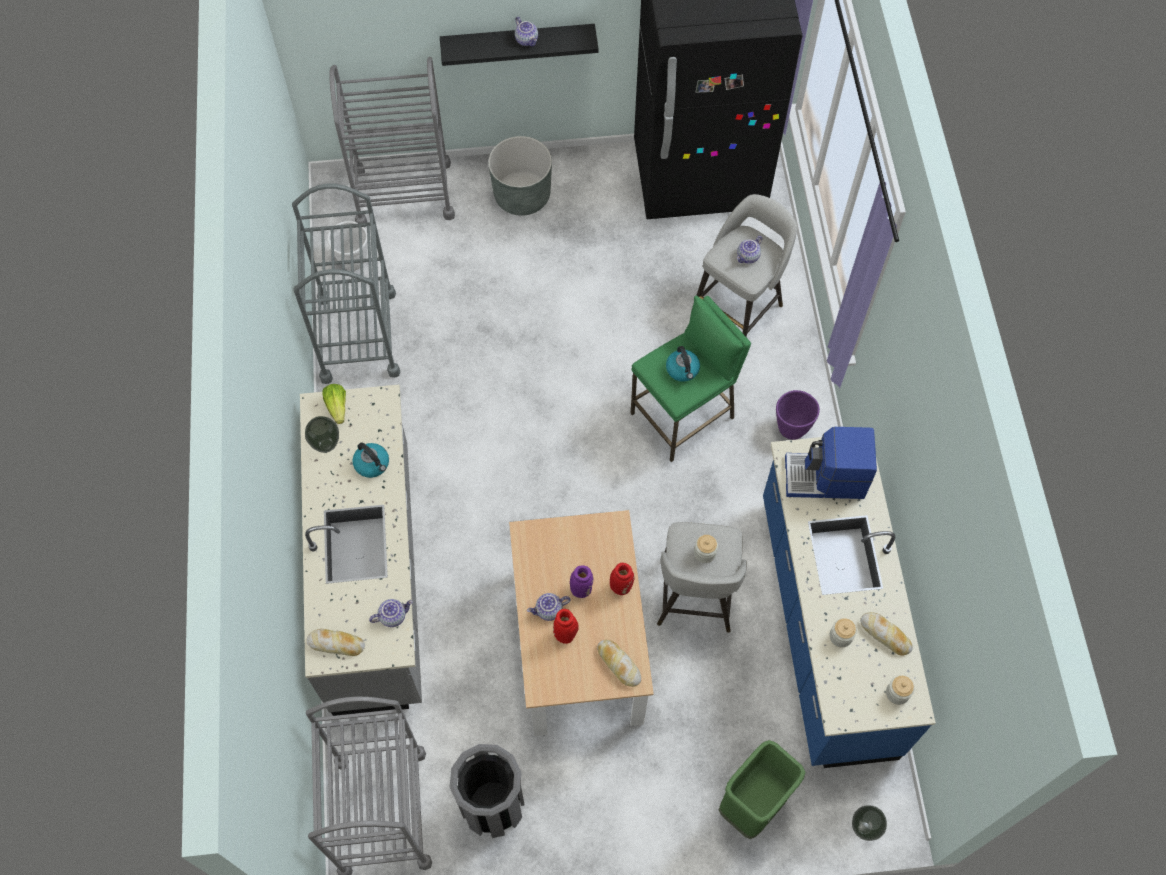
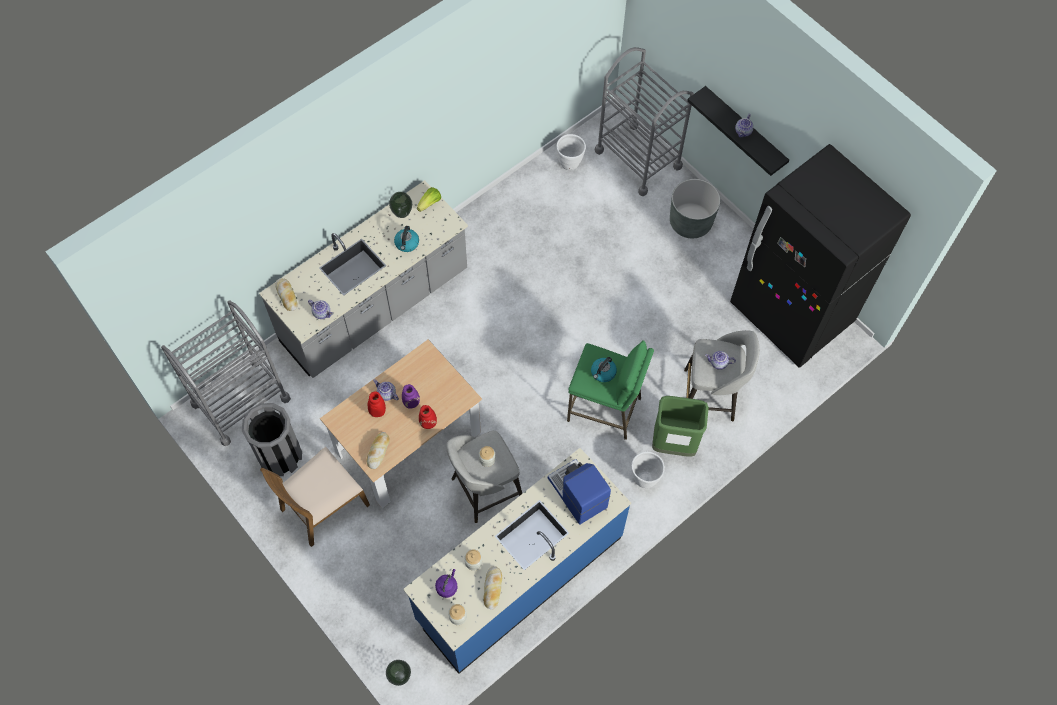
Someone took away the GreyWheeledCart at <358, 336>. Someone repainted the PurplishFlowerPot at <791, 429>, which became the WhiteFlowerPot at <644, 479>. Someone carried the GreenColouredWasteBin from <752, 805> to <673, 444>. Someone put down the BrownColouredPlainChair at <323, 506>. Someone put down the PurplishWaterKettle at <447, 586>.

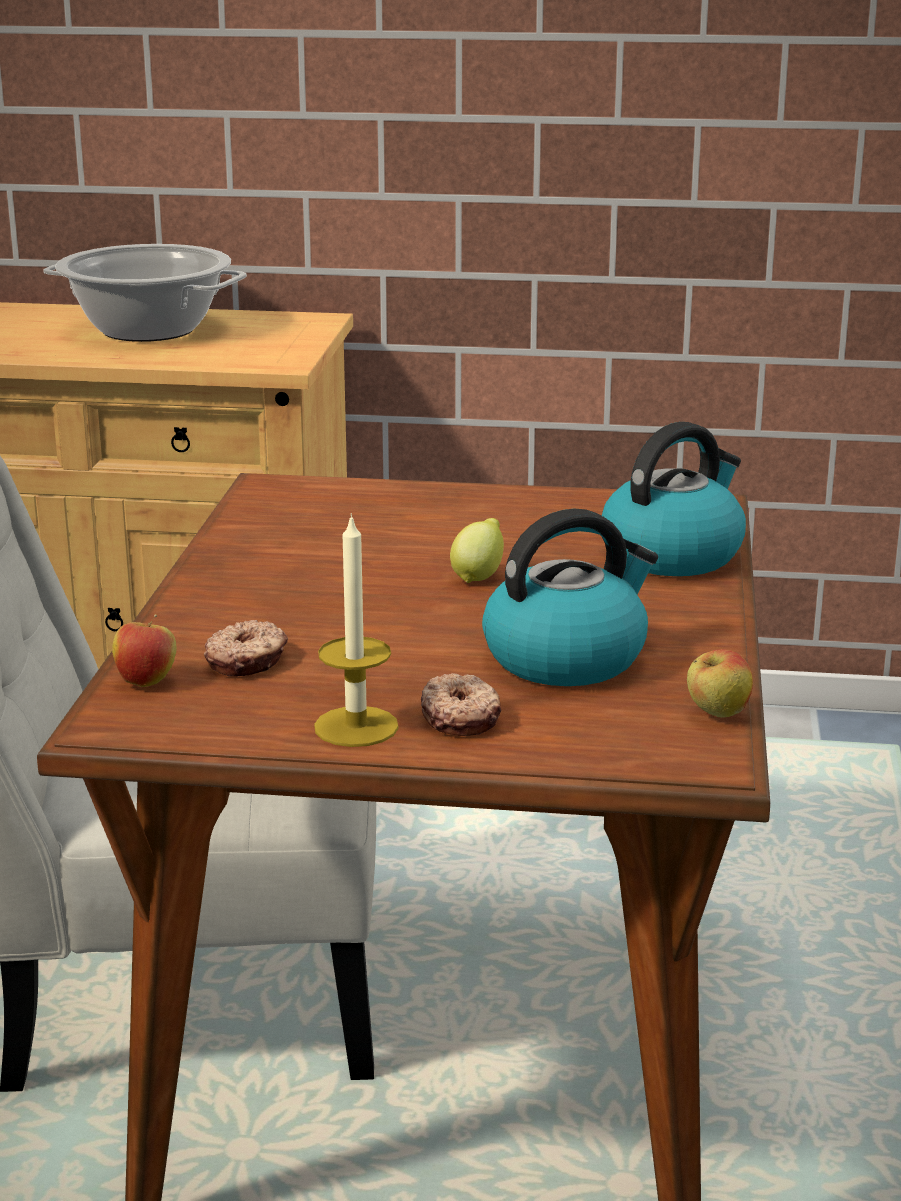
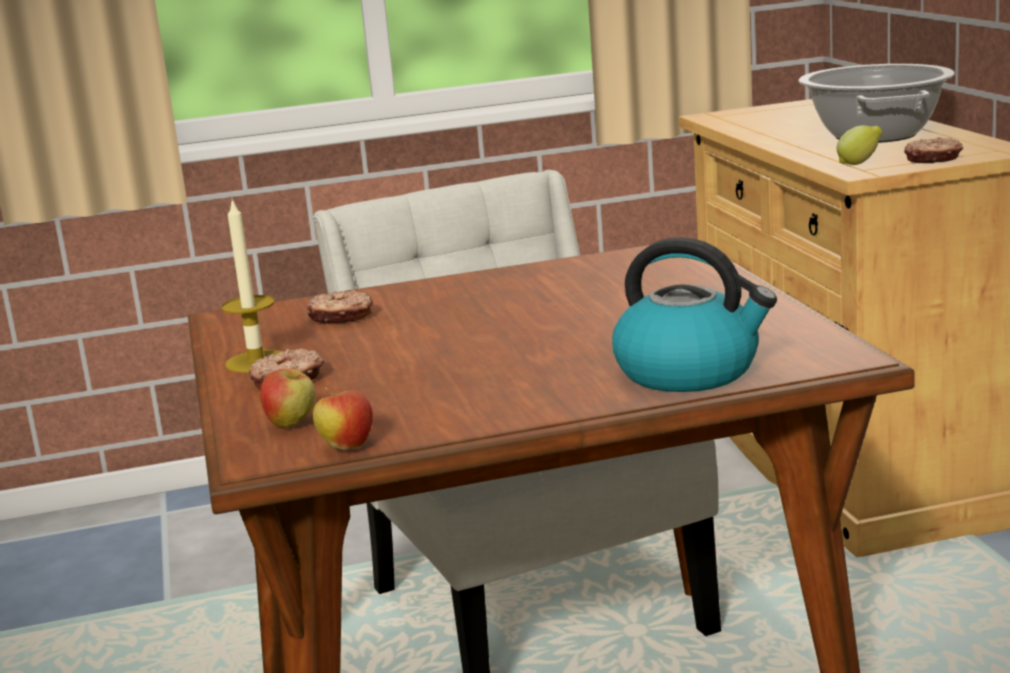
Someone took away the WaterKettle at <566, 657>. Someone carried the CitrusFruit from <478, 576> to <859, 164>. Someone carried the Apple from <146, 681> to <292, 424>. Someone put down the RingDoughnut at <933, 159>.

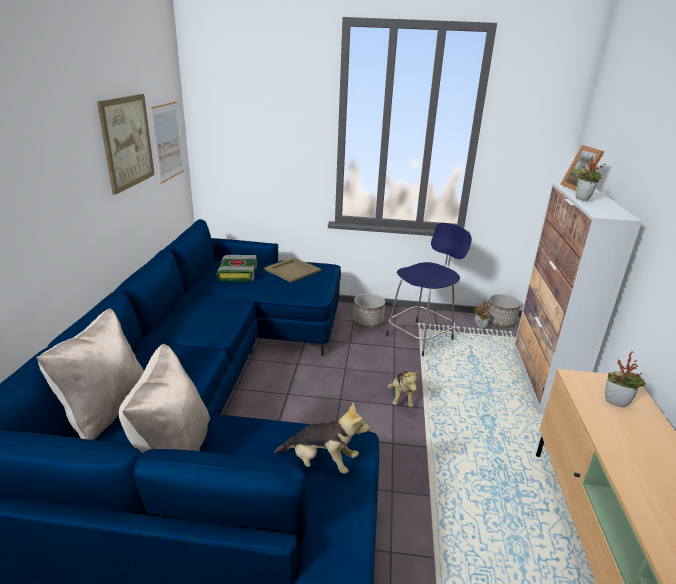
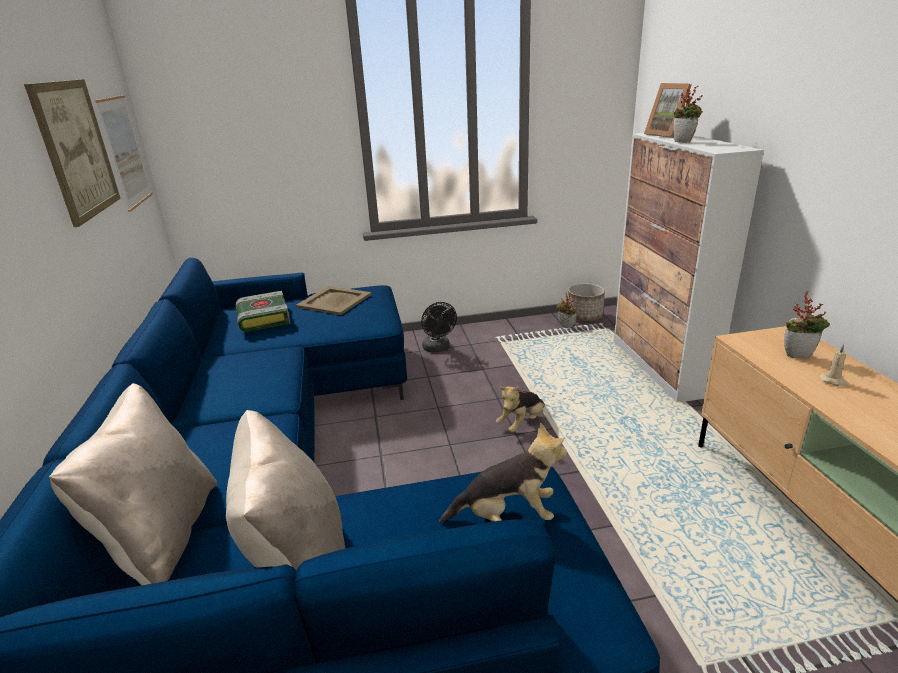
Someone took away the BlueColouredStoolSeat at <421, 337>. Someone swapped the FlowerPot at <368, 322> for the BlackishCoolingFan at <438, 349>. Someone rotated the PlushToy at <402, 397> by 60 degrees clockwise. Someone put down the BeigeCandle at <834, 381>.

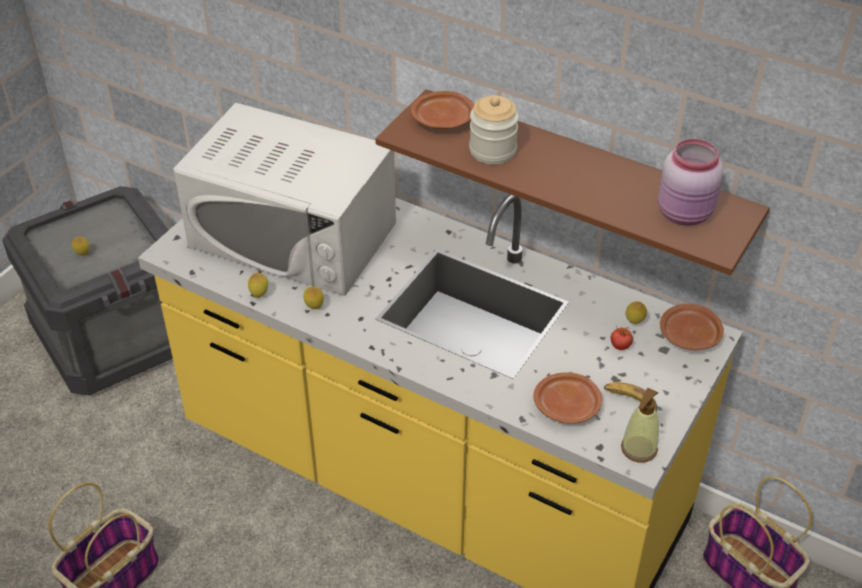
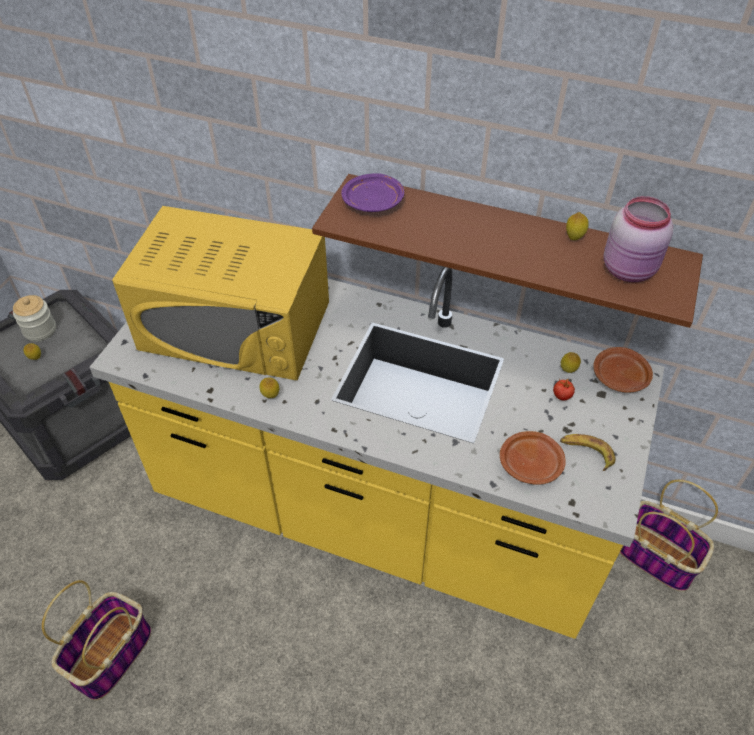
Someone repainted the BrownColouredDinnerPlate at <443, 120>, which became the PurplishDinnerPlate at <373, 202>. Someone carried the PreserveJar from <492, 150> to <40, 330>. Someone repainted the WhiteMicrowave at <293, 235>, which became the YellowMicrowave at <236, 325>. Someone carried the CitrusFruit from <259, 295> to <574, 237>. Someone took away the LiquidSoapBottle at <638, 449>.

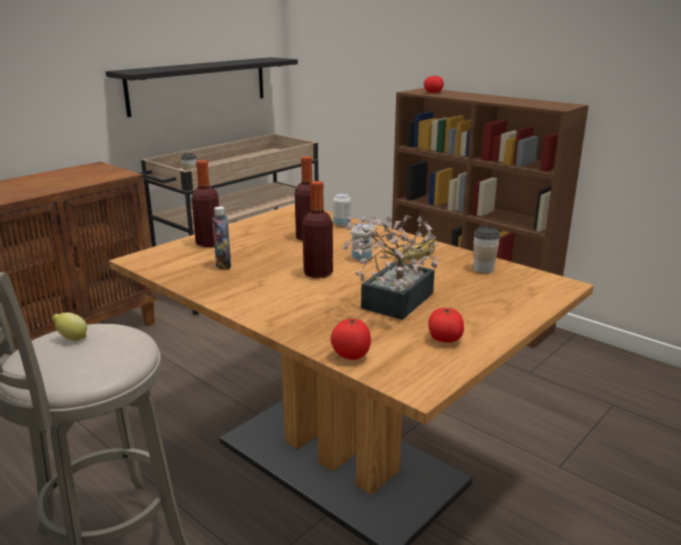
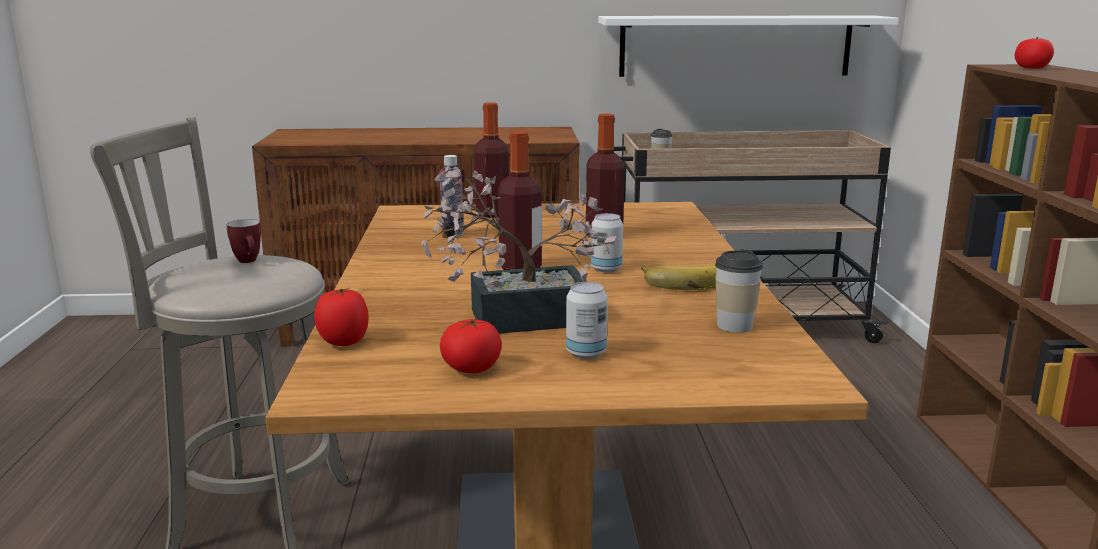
Someone repainted the BlackishWallShelf at <199, 85>, which became the WhiteWallShelf at <735, 46>. Someone carried the Can from <342, 224> to <586, 353>. Someone swapped the CitrusFruit at <72, 339> for the CoffeeMug at <249, 262>.

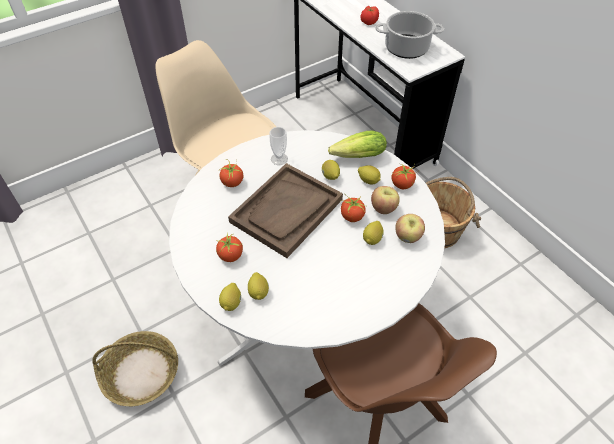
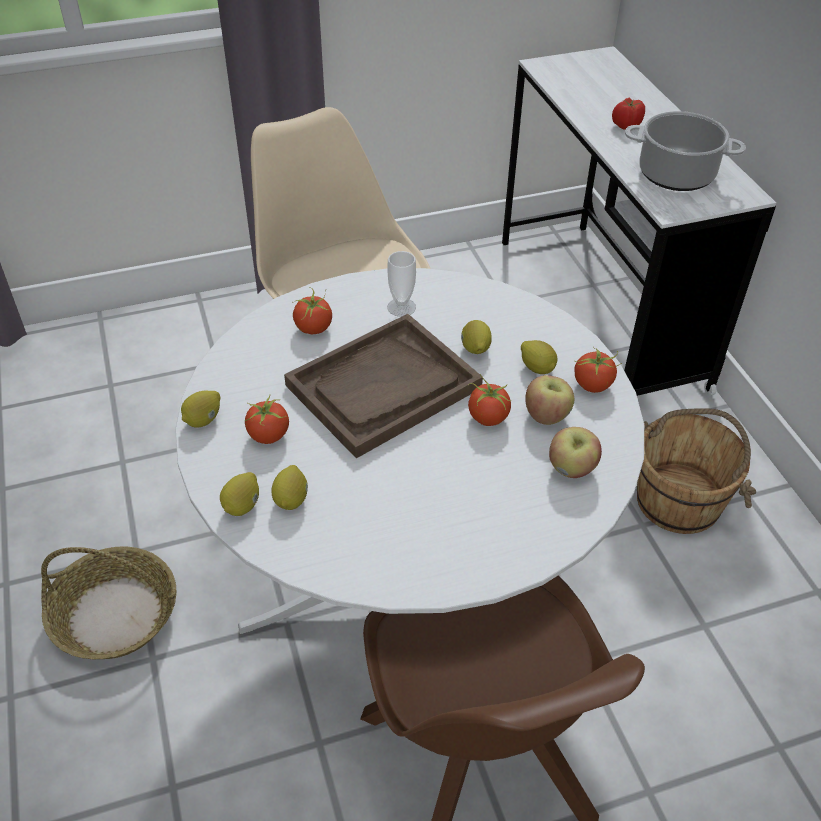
Someone took away the Lettuce at <355, 157>. Someone carried the CitrusFruit from <372, 239> to <203, 420>.

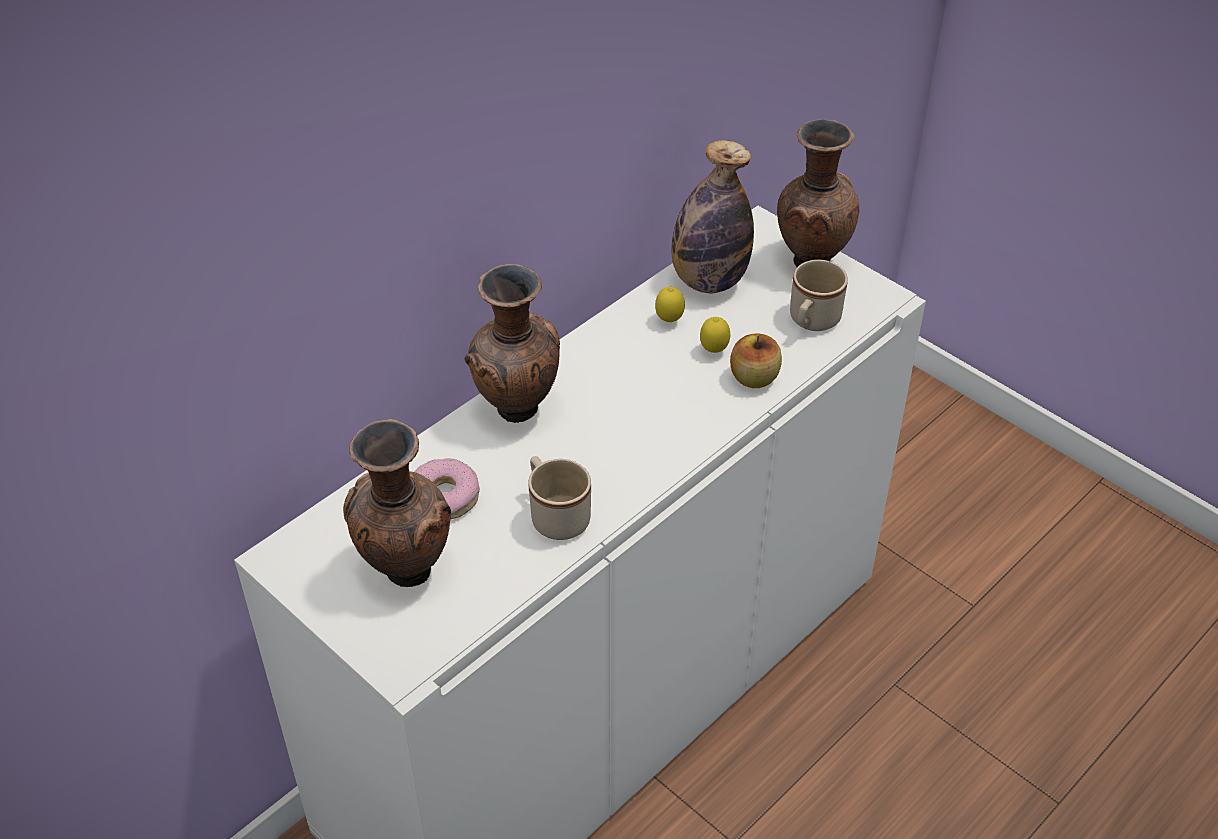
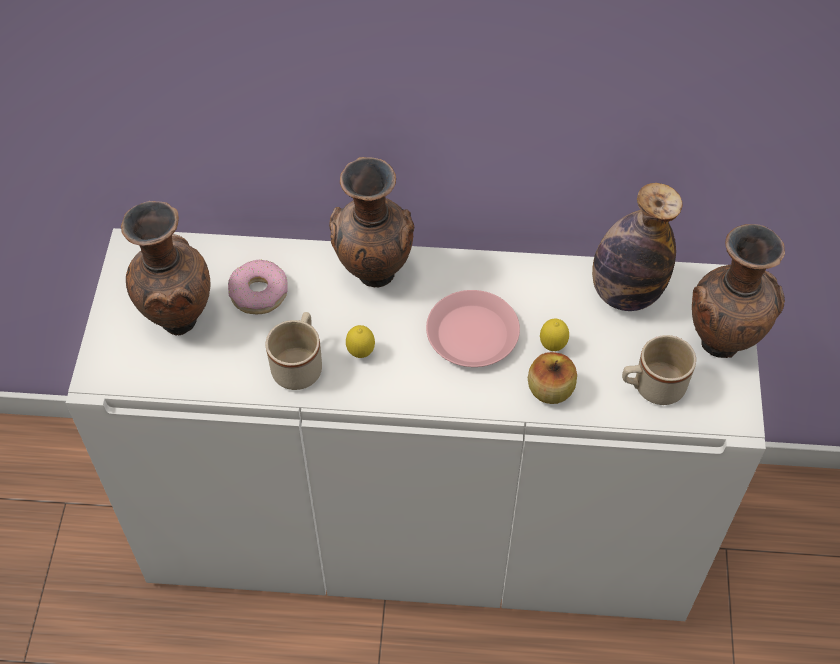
Someone carried the CitrusFruit from <669, 321> to <361, 353>. Someone put down the PinkDinnerPlate at <473, 334>.

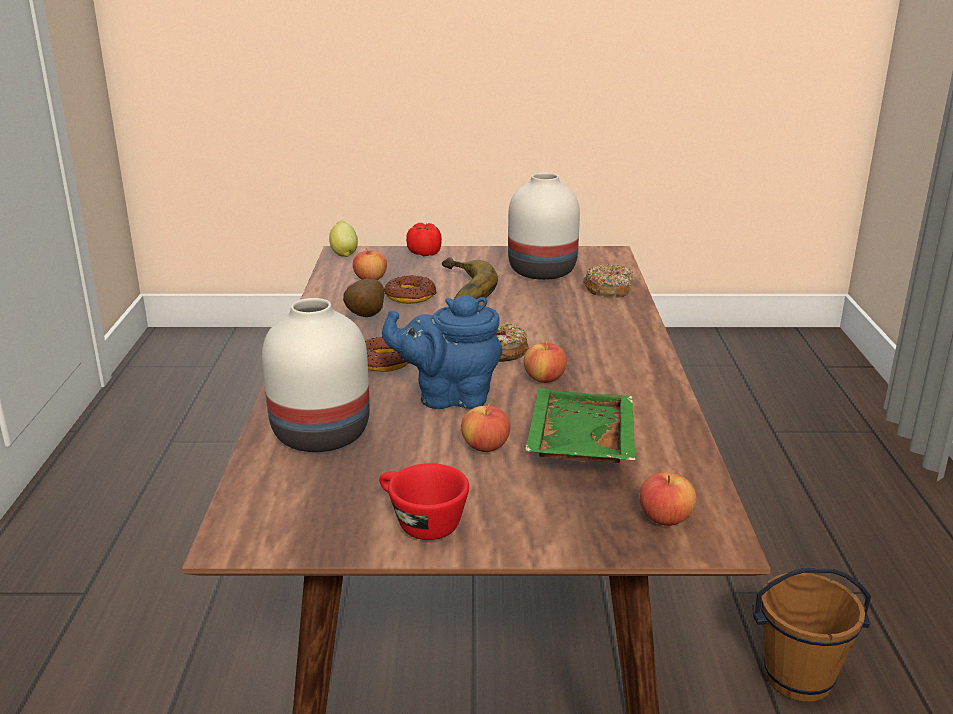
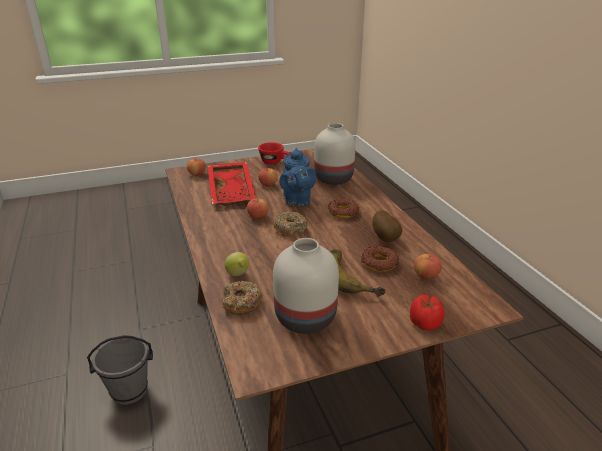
Someone carried the CitrusFruit from <344, 254> to <238, 275>. Someone rotated the BlueColouredTeaPot at <449, 397> by 105 degrees clockwise. Someone repainted the GreenColouredTray at <577, 444>, which became the RedTray at <232, 191>. Someone repainted the BrownColouredBucket at <798, 678>, which became the GreyBucket at <129, 392>.

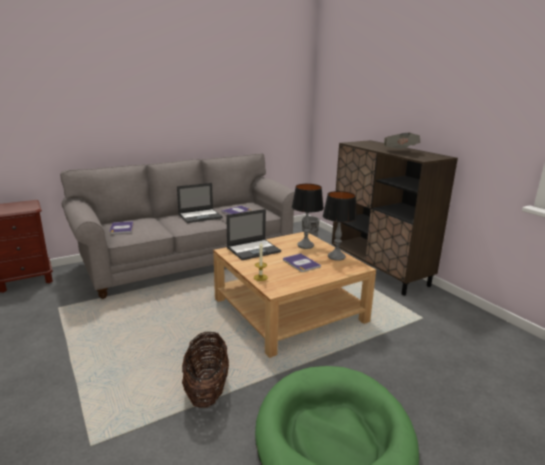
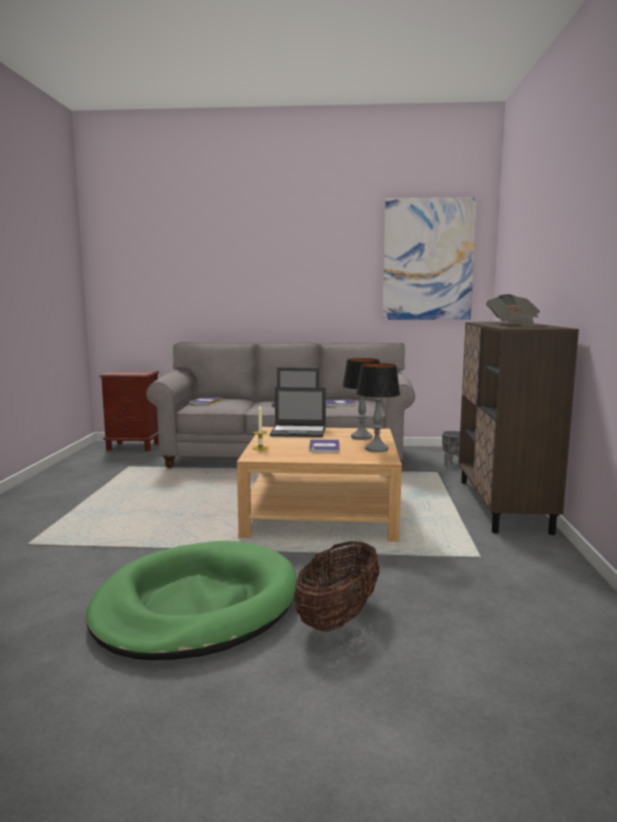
Someone carried the Basket from <207, 389> to <338, 618>. Someone put up the Picture at <428, 260>.

